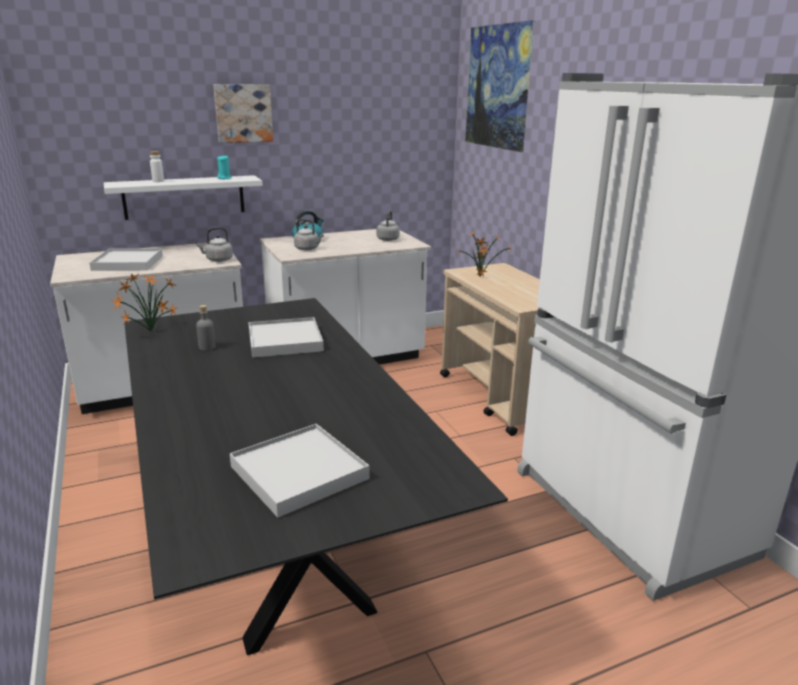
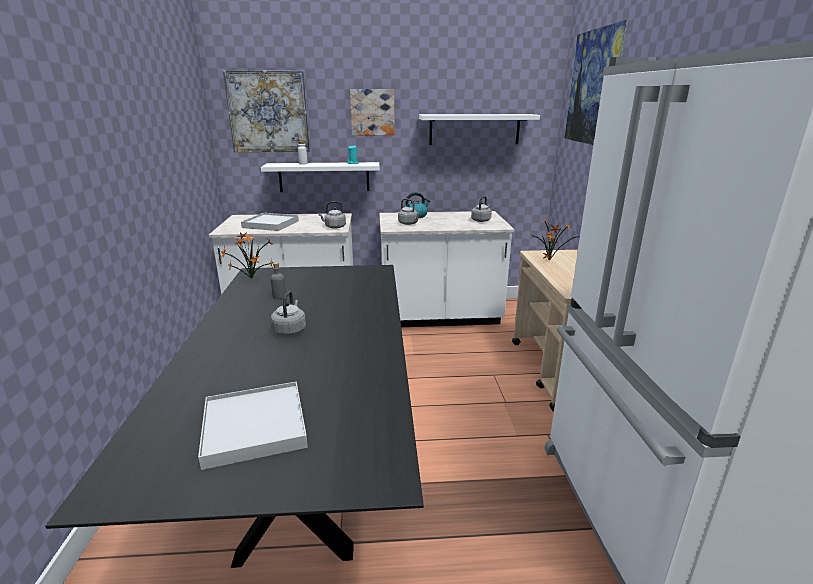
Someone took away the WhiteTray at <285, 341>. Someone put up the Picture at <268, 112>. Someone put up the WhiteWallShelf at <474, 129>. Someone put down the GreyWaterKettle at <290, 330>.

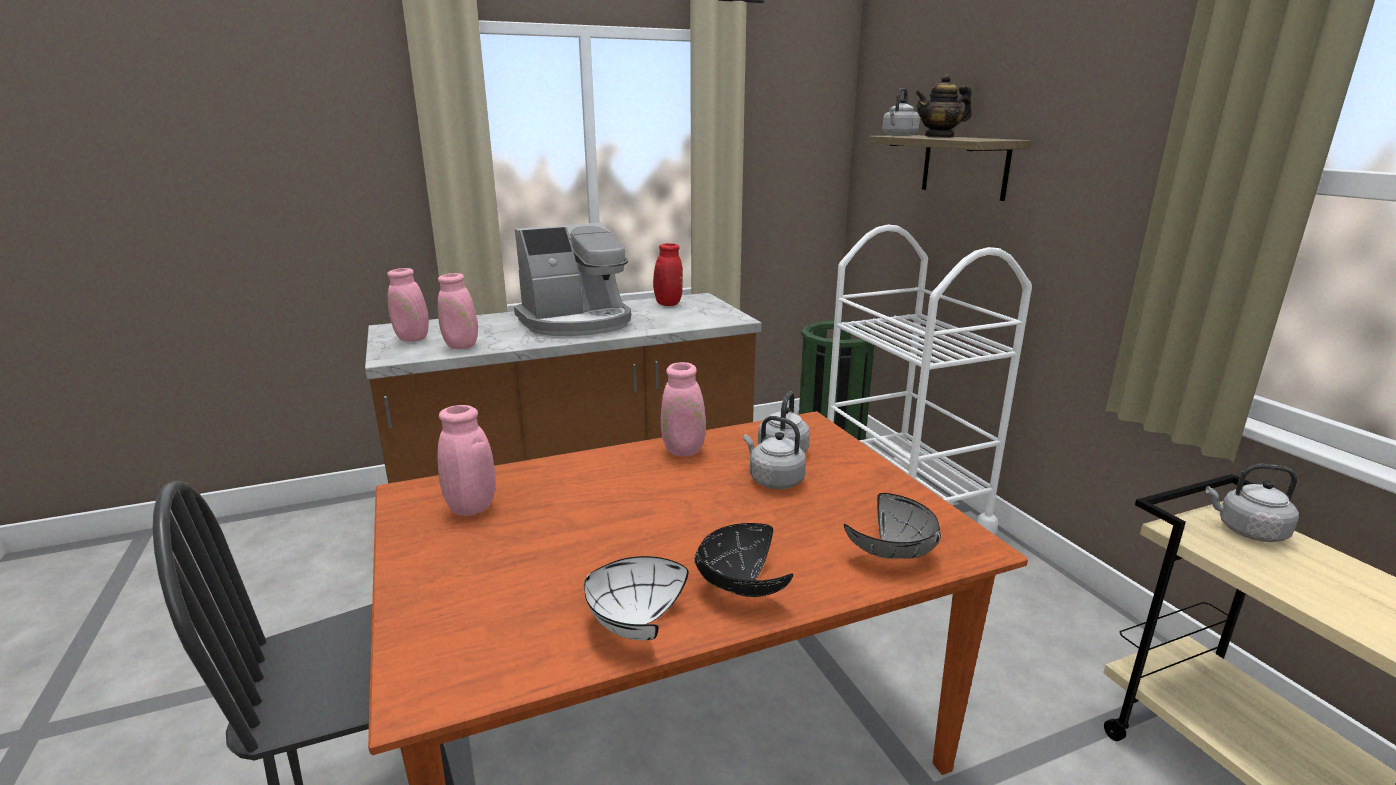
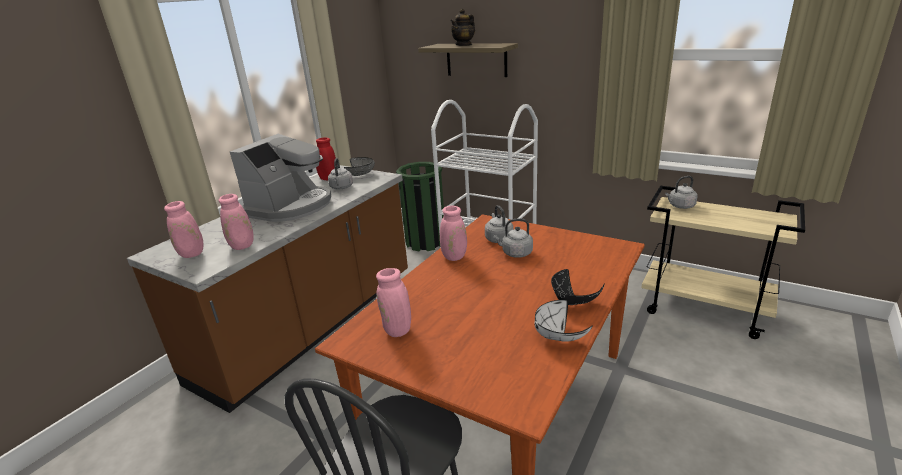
Someone carried the GreyWaterKettle from <899, 135> to <341, 187>. Someone carried the GreyBowl from <895, 553> to <362, 174>.

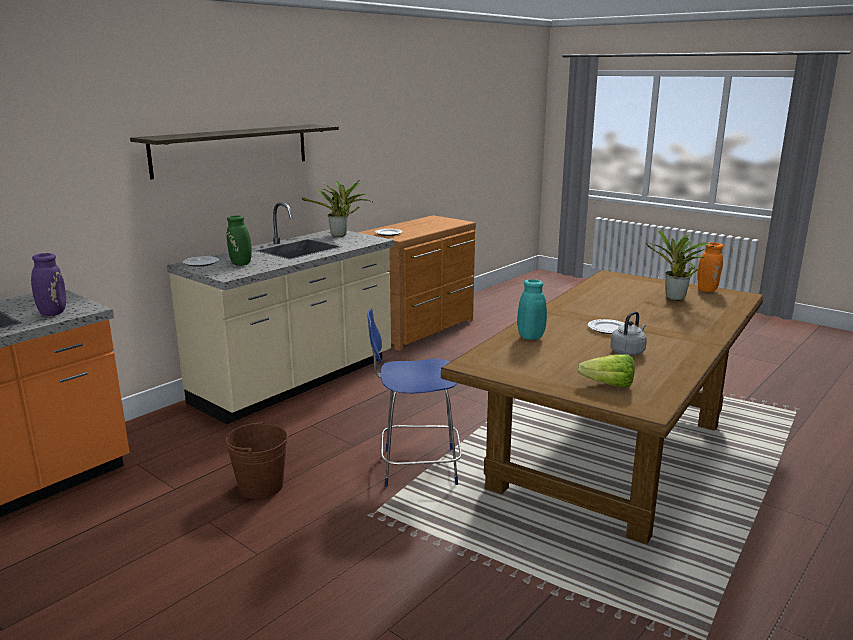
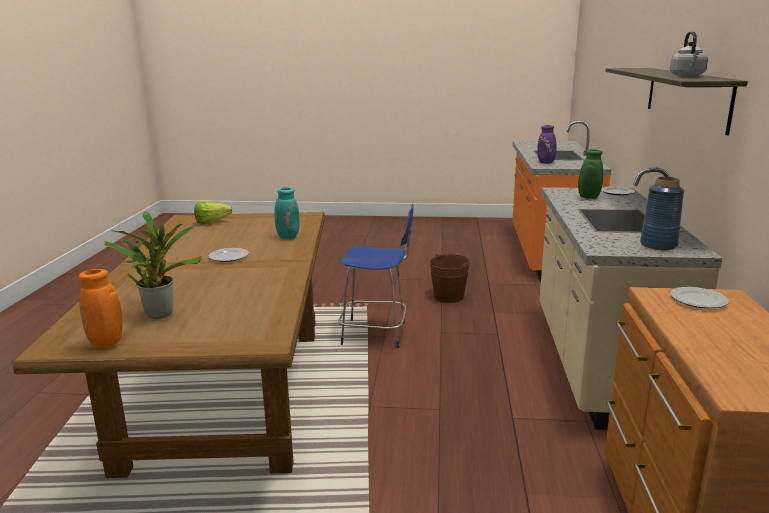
Someone swapped the PottedPlant at <340, 235> for the BlueColouredVase at <658, 245>. Someone rotated the BlueColouredPlainChair at <416, 467> by 45 degrees clockwise. Someone carried the GreyWaterKettle from <628, 351> to <687, 76>.

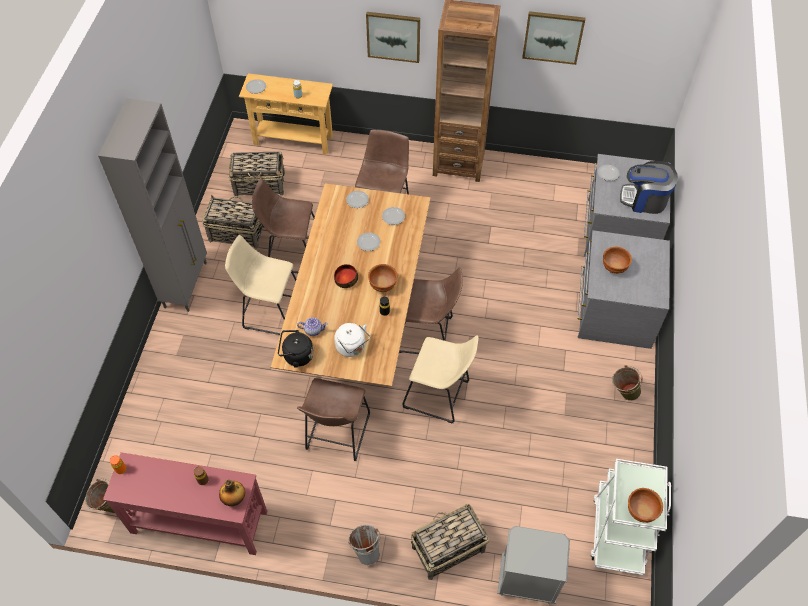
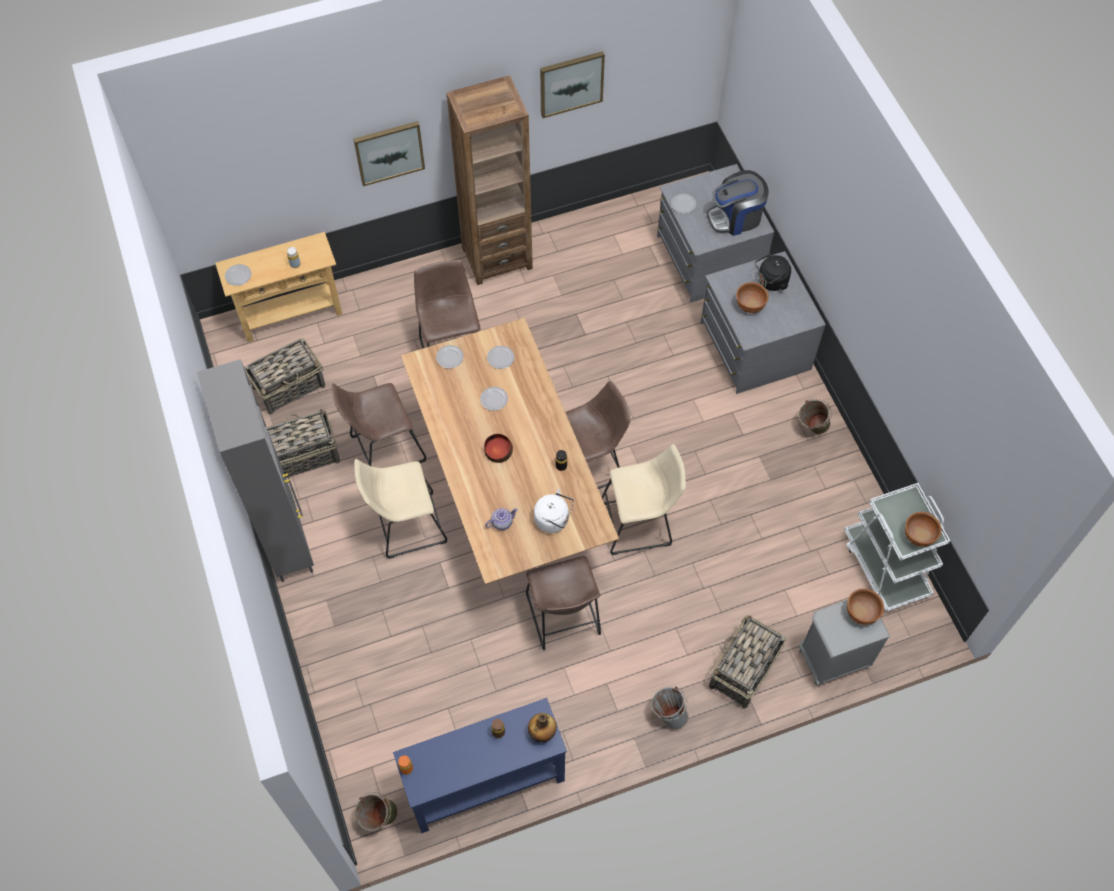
Someone carried the BrownColouredBowl from <383, 286> to <861, 613>. Someone carried the BlackishWaterKettle from <296, 356> to <771, 282>. Someone repainted the RedNarrowTable at <198, 521>, which became the BlueColouredNarrowTable at <484, 781>.

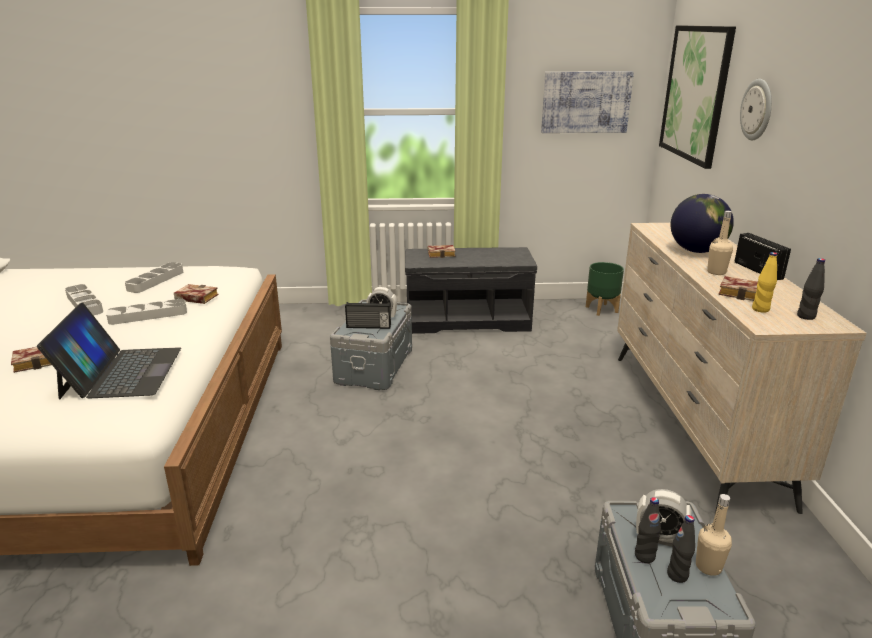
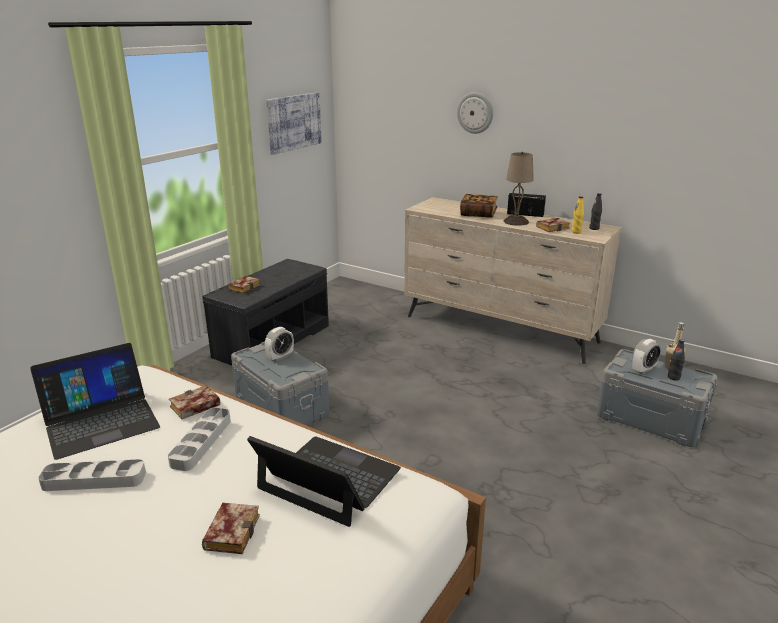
Someone took away the Picture at <695, 93>. Someone swapped the Globe at <696, 251> for the BoundBook at <478, 214>. Someone swapped the BeigeBeverageBottle at <716, 272> for the BeigeLampForATable at <516, 222>. Someone swapped the GreyTray at <156, 281> for the PortableComputer at <100, 420>. Someone took away the GreenColouredFlowerPot at <601, 309>. Someone took away the RadioSet at <368, 327>. Someone took away the BlackishBeverageBottle at <644, 556>.

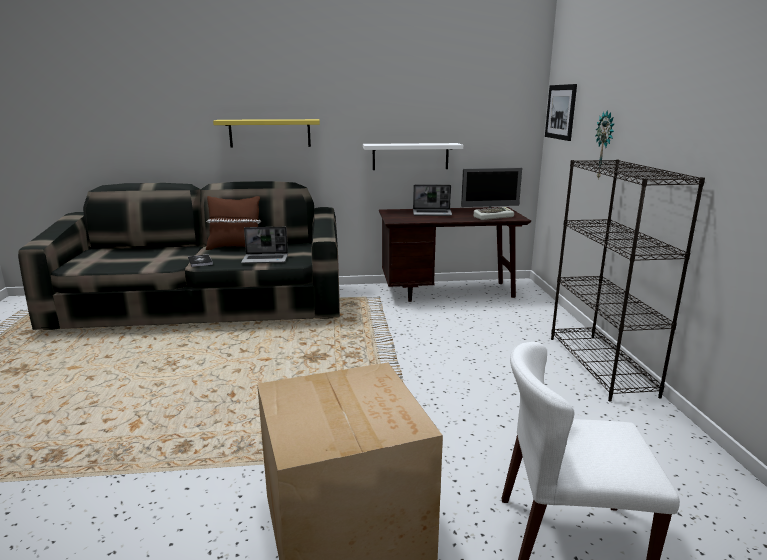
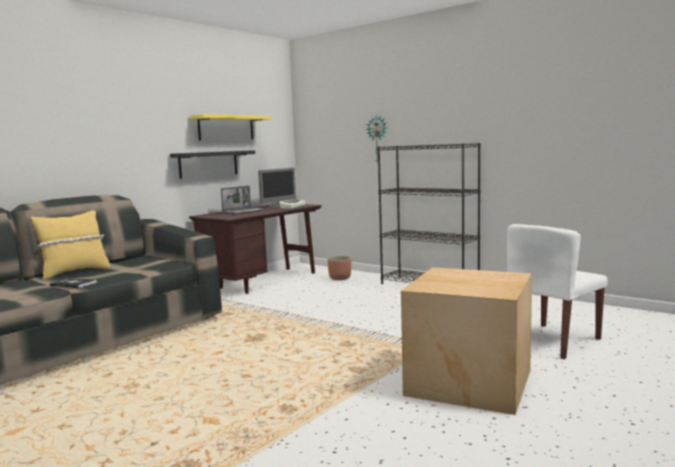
Someone took away the Picture at <560, 112>. Someone carried the YellowWallShelf from <270, 133> to <226, 128>. Someone repainted the WhiteWallShelf at <410, 156>, which became the BlackishWallShelf at <208, 164>. Someone repainted the BrownColouredCushion at <235, 248>, which became the YellowCushion at <74, 272>. Someone took away the PortableComputer at <266, 259>. Someone put down the FlowerPot at <340, 278>.

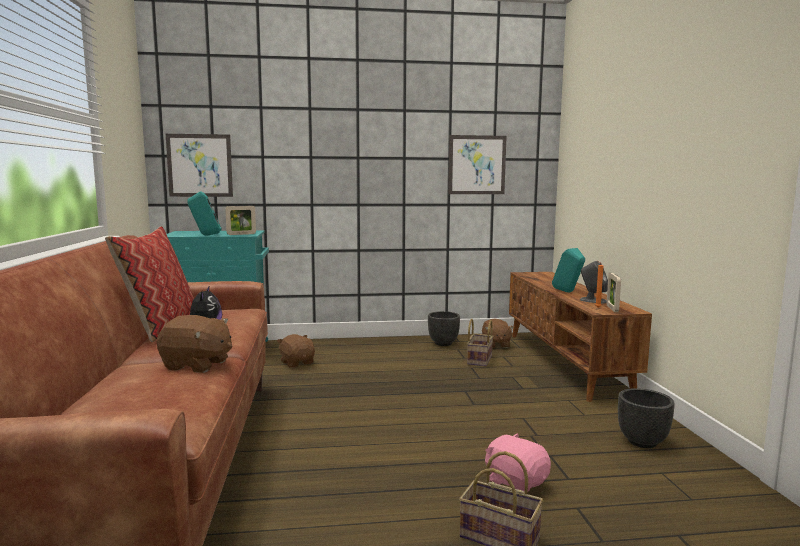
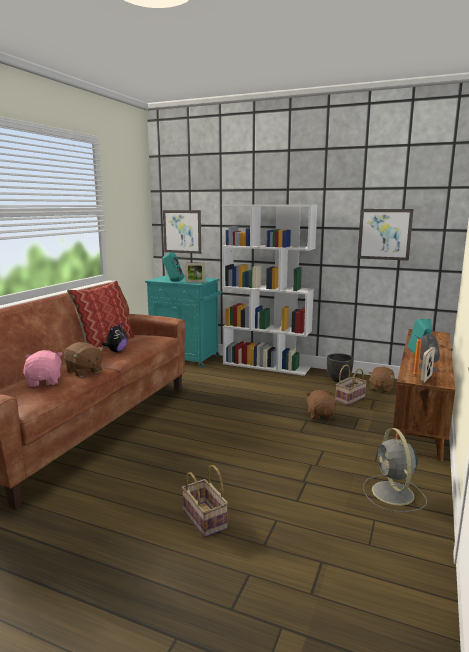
Someone carried the BrownColouredPlushToy from <297, 363> to <320, 415>. Someone swapped the BlackishFlowerPot at <643, 442> for the GreyCoolingFan at <393, 494>. Someone carried the PinkPlushToy from <515, 483> to <45, 382>. Someone put down the WhiteShelvingUnit at <266, 366>.

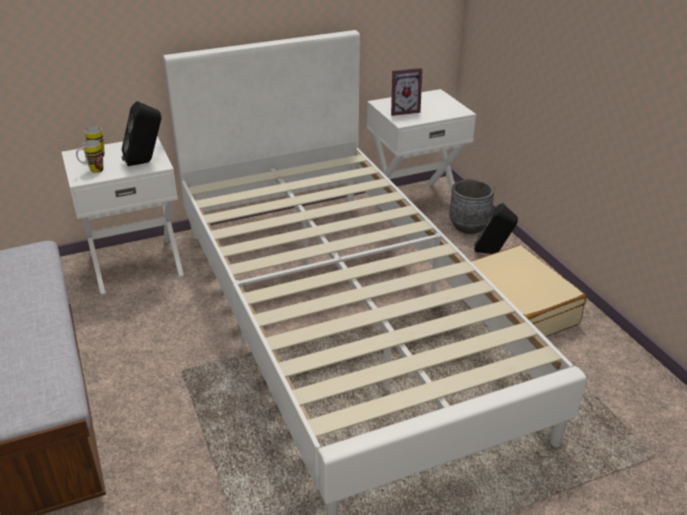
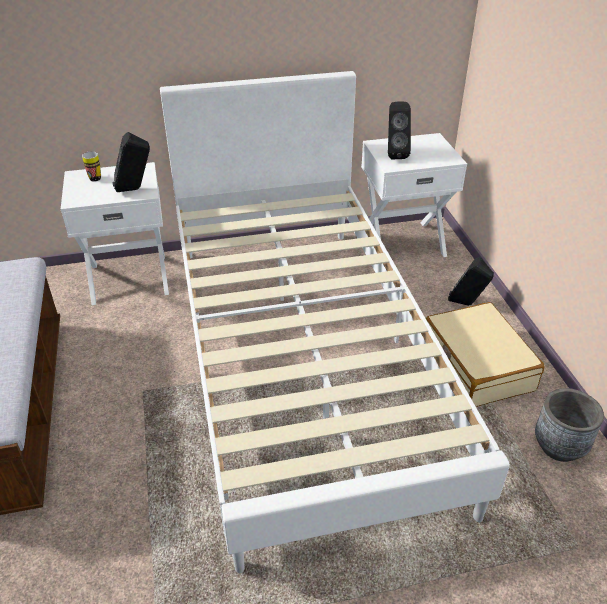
Someone swapped the PictureFrame at <403, 110> for the BlackishLoudspeaker at <395, 154>. Someone took away the CoffeeMug at <92, 171>. Someone carried the GreyFlowerPot from <469, 226> to <559, 446>.

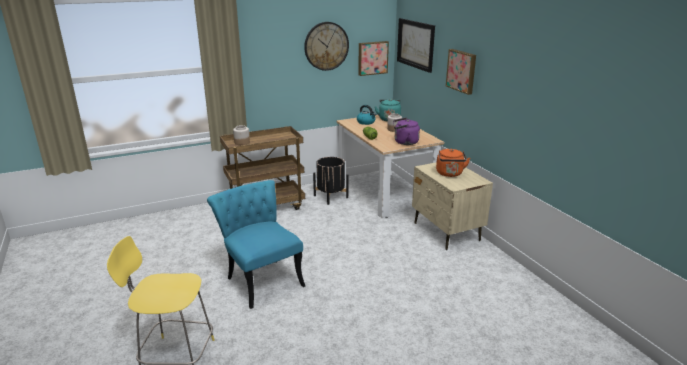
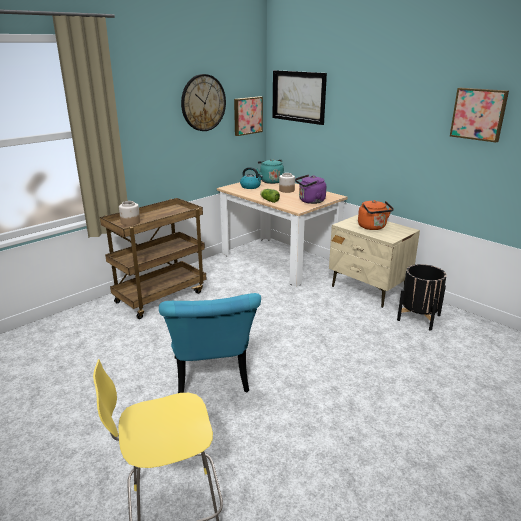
Someone carried the Picture from <462, 71> to <479, 114>. Someone carried the BlackishFlowerPot from <331, 196> to <418, 317>. Someone rotated the TurquoiseColouredPlainChair at <261, 278> by 135 degrees counterclockwise.

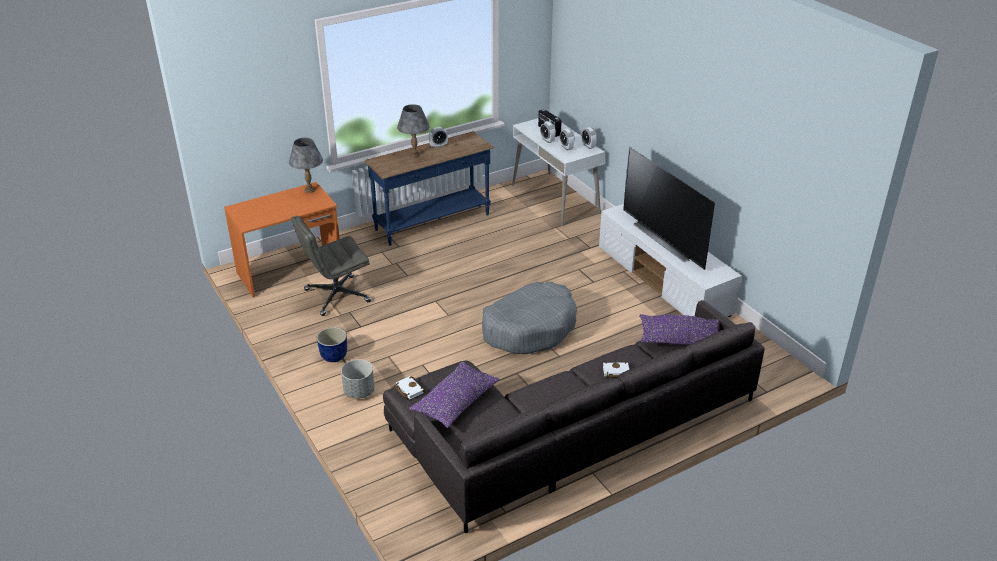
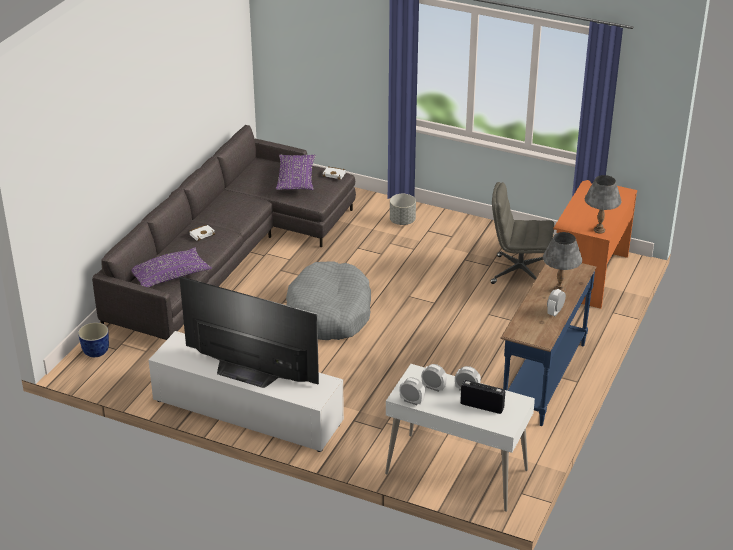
Someone rotated the GreyDeskChair at <336, 296> by 105 degrees counterclockwise. Someone carried the FlowerPot from <333, 357> to <96, 352>.

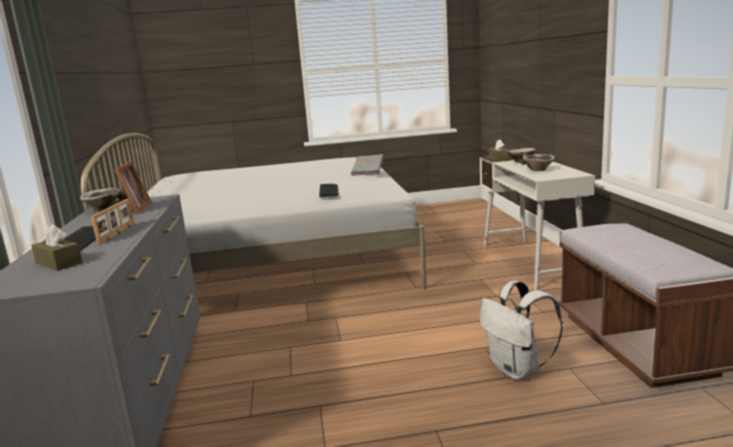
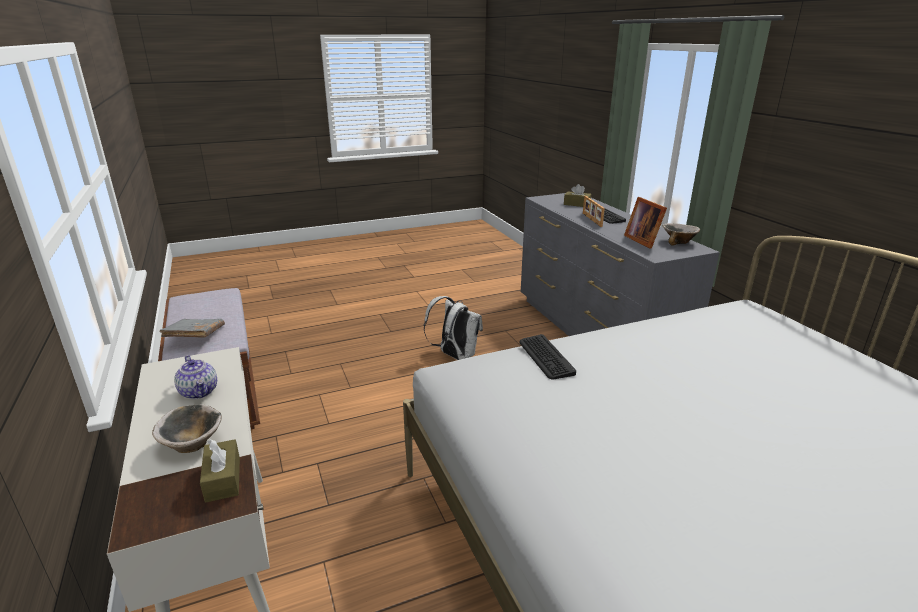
Someone carried the GreyBoundBook from <368, 172> to <195, 337>. Someone swapped the Bowl at <538, 170> for the TeaPot at <199, 392>. Someone carried the WhiteRucksack from <517, 370> to <455, 355>.

